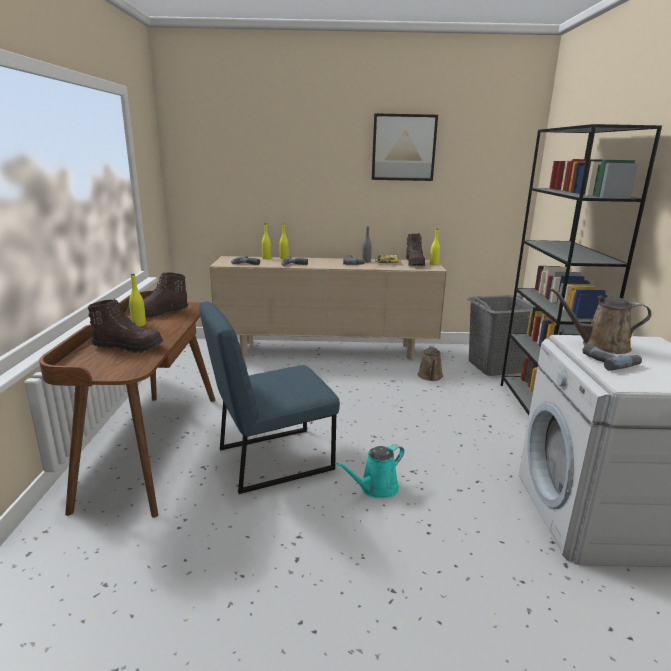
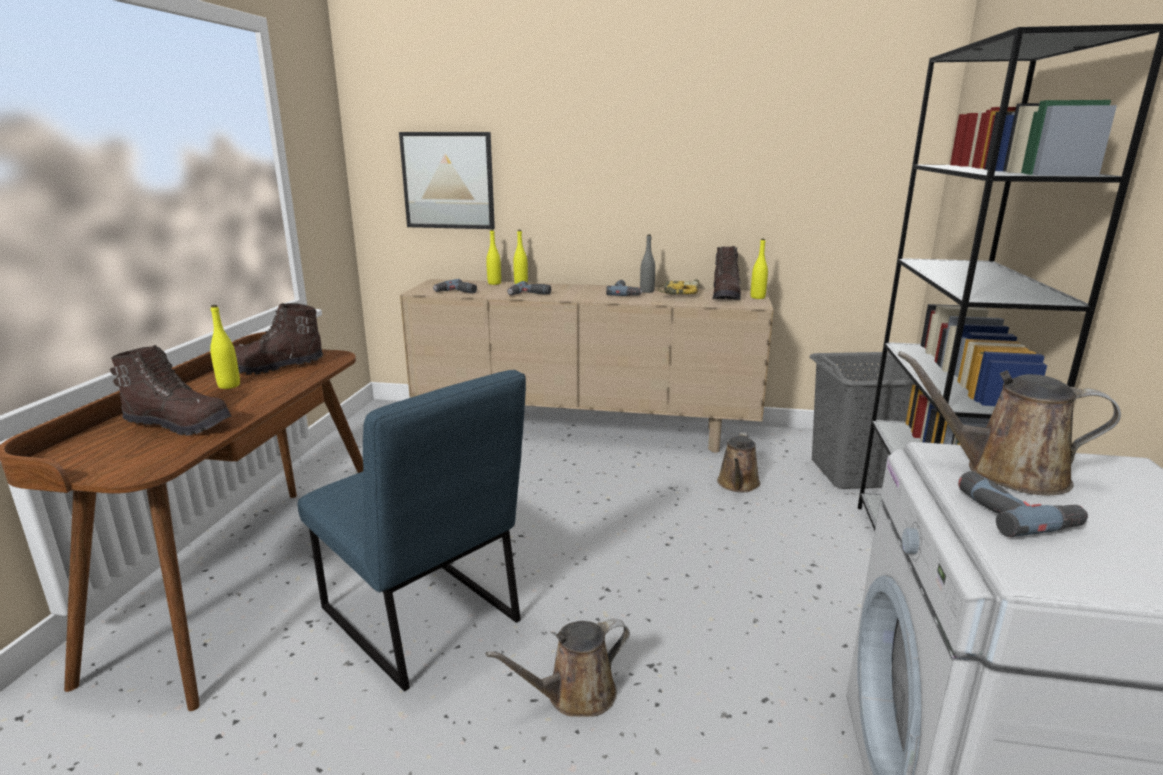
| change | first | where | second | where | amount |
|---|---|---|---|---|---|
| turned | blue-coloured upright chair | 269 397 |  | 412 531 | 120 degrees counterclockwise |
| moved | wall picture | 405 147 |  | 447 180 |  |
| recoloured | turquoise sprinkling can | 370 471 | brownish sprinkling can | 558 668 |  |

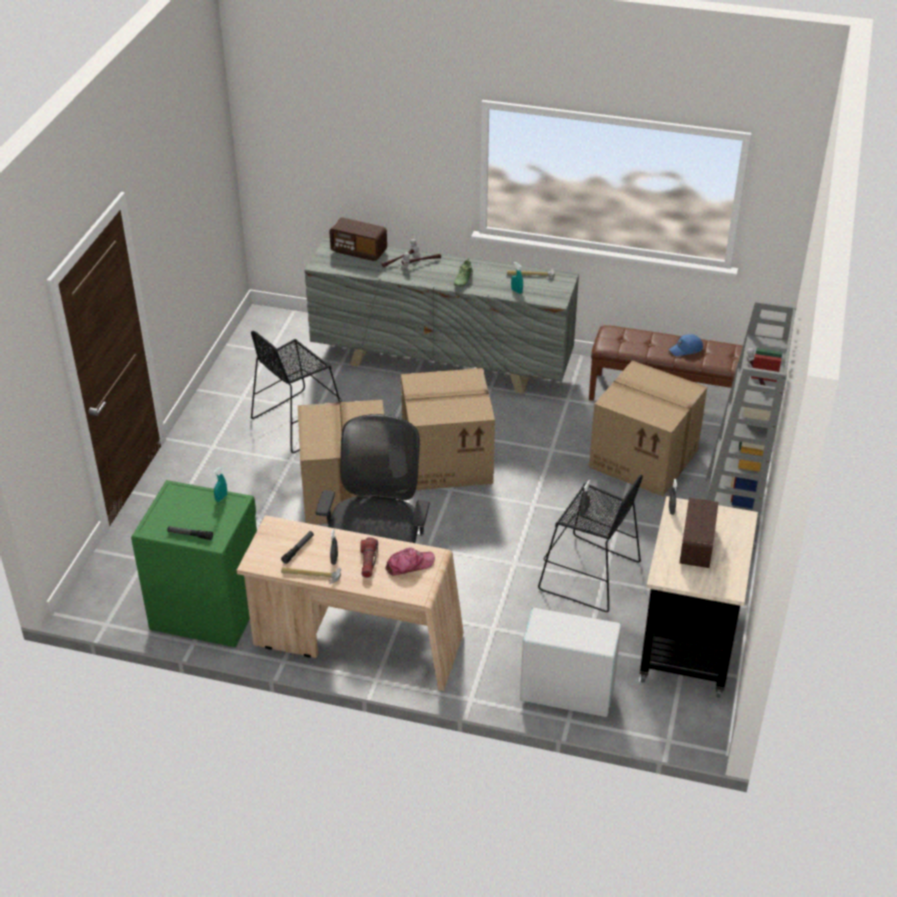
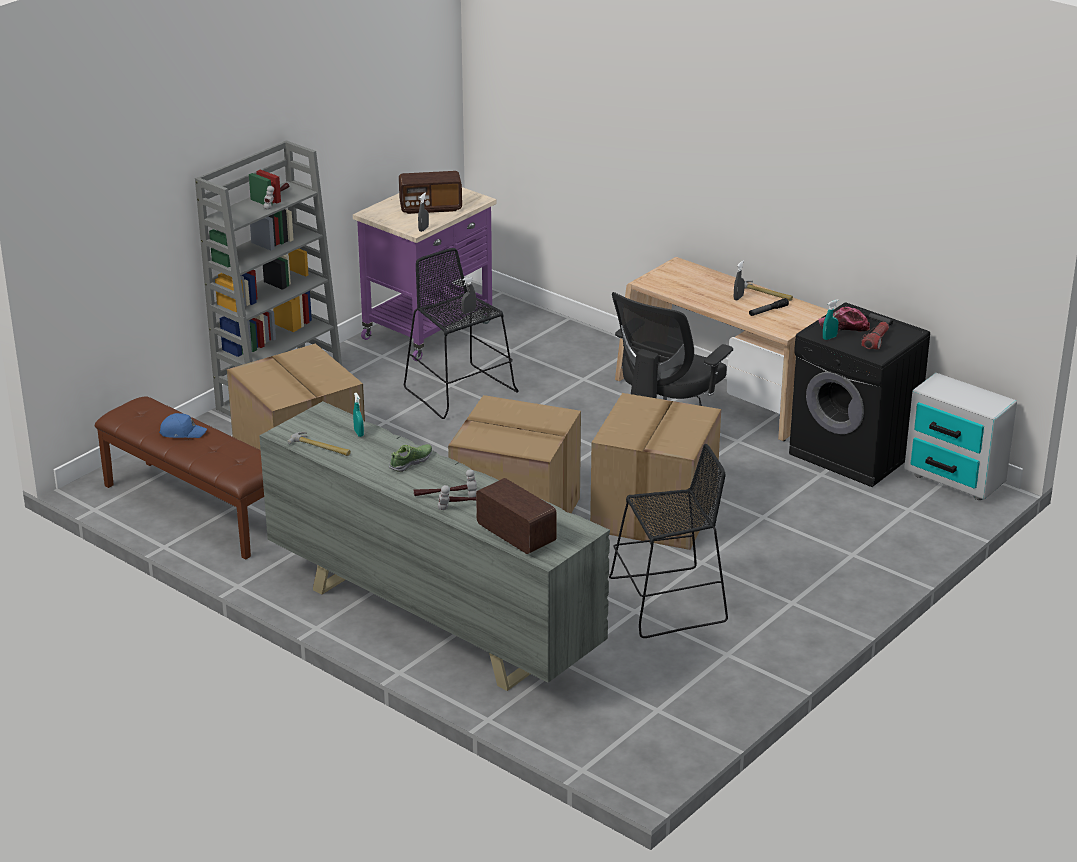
| change | first | where | second | where | amount |
|---|---|---|---|---|---|
| recoloured | black-coloured trolley | 698 597 | purple-coloured trolley | 425 274 |  |
| turned | radio set | 699 533 |  | 430 192 | 135 degrees counterclockwise |
| recoloured | green-coloured washing machine | 194 563 | black-coloured washing machine | 859 394 |  |
| moved | baseball cap | 410 562 |  | 844 319 |  |
| moved | torch | 369 557 |  | 875 336 |  |
| moved | white-coloured nightstand | 570 662 |  | 960 436 |  |

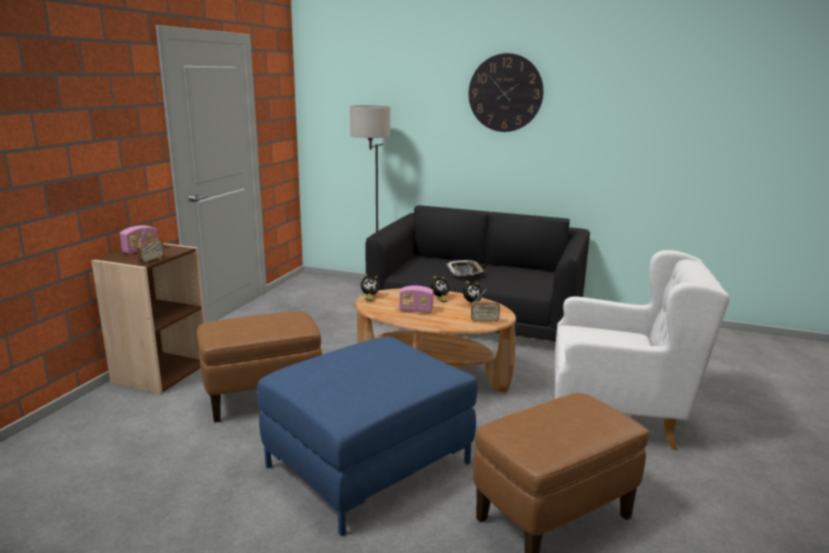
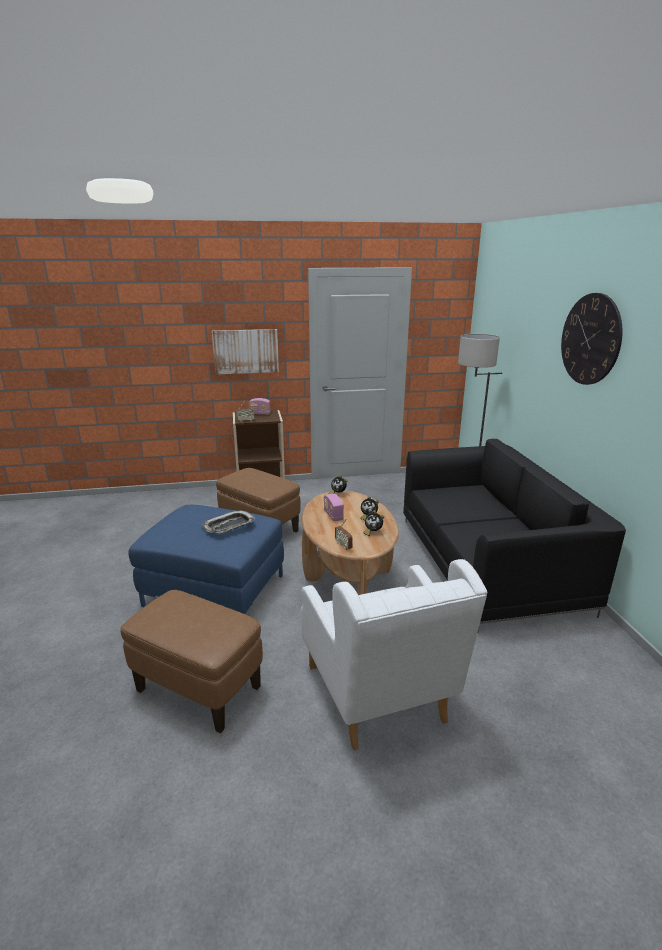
| change | first | where | second | where | amount |
|---|---|---|---|---|---|
| moved | tray | 465 268 |  | 228 521 |  |
| added |  |  | wall picture | 245 351 |  |

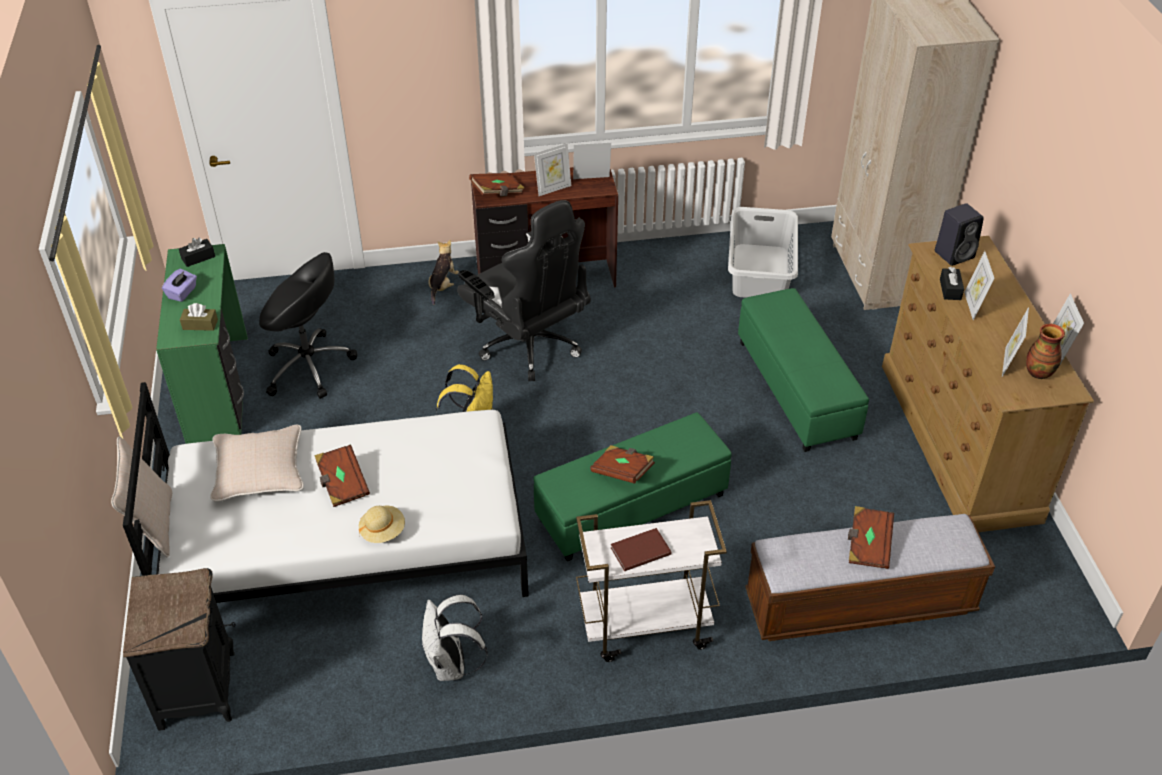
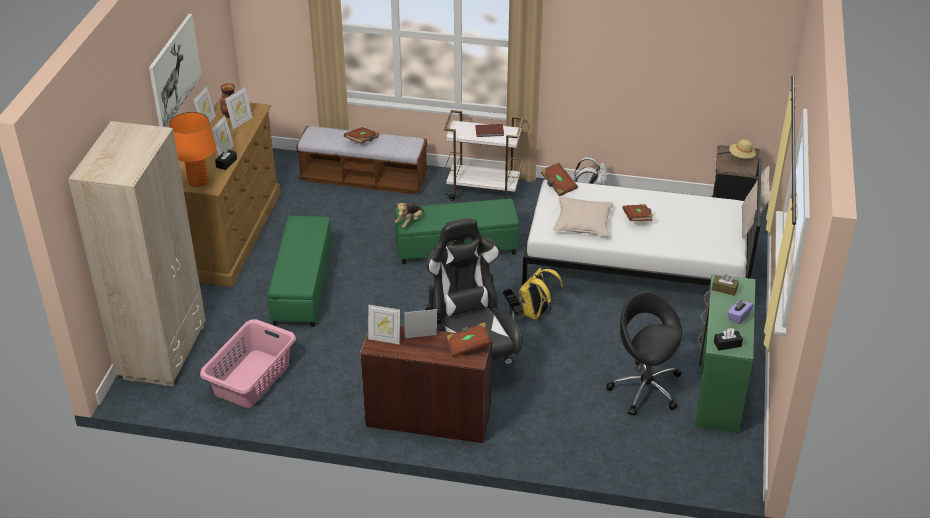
| change | first | where | second | where | amount |
|---|---|---|---|---|---|
| added |  |  | wall picture | 175 70 |  |
| replaced | black-coloured loudspeaker | 959 234 | orangey table lamp | 192 149 |  |
| recoloured | grey laundry basket | 763 252 | pink laundry basket | 248 363 |  |
| moved | plush toy | 443 272 |  | 409 215 |  |
| moved | brownish volume | 622 464 |  | 559 179 |  |
| moved | beige-coloured pillow | 257 463 |  | 583 217 |  |
| moved | beige-coloured clothing hat | 382 524 |  | 742 149 |  |

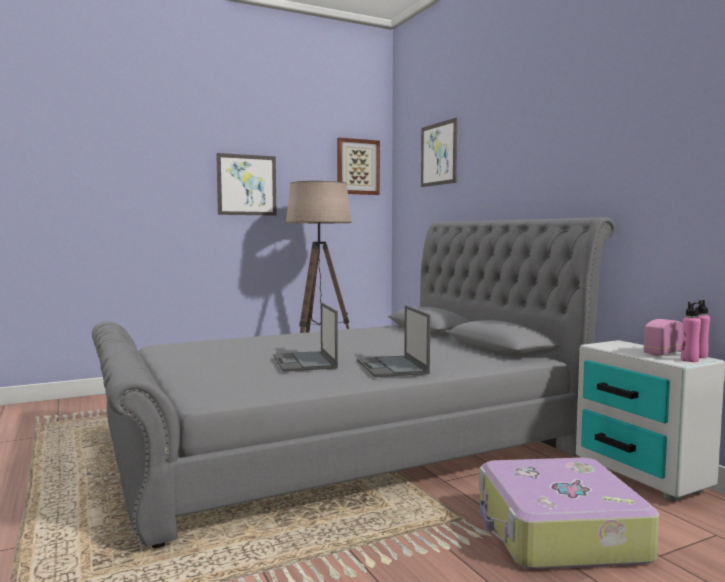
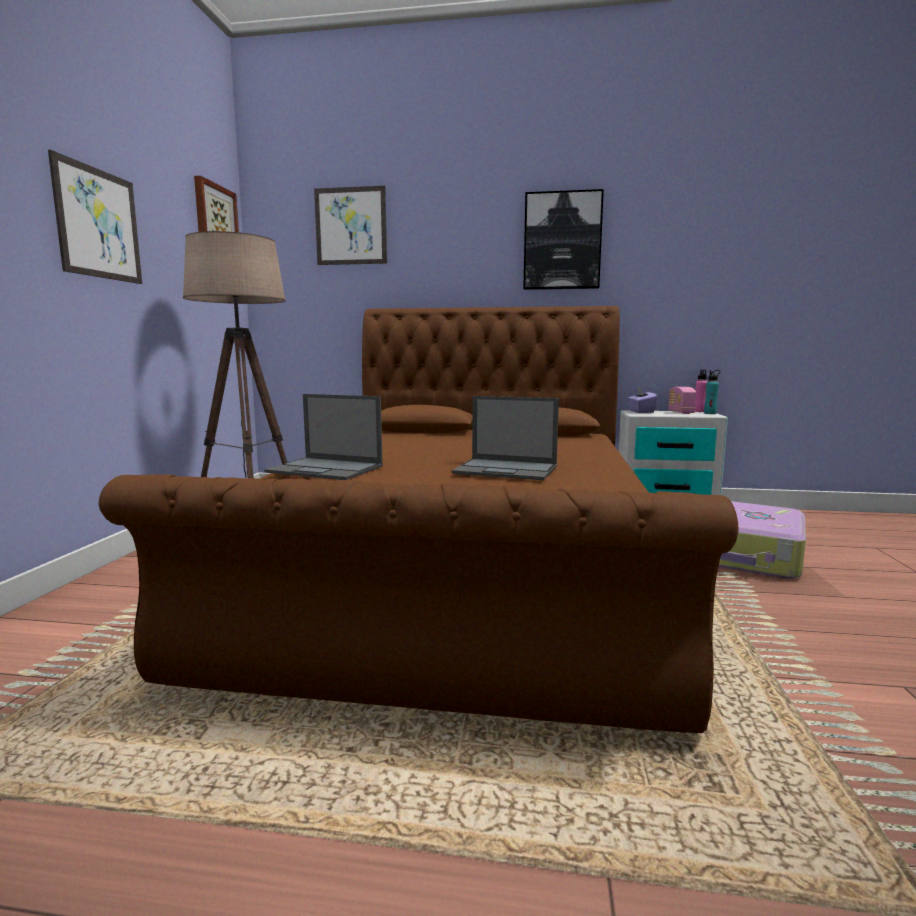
| change | first | where | second | where | amount |
|---|---|---|---|---|---|
| recoloured | grey bed | 353 382 | brownish bed | 419 519 |  |
| moved | portable computer | 393 341 |  | 323 437 |  |
| added |  |  | wall picture | 563 239 |  |
| added |  |  | purple-coloured tissue box | 642 400 |  |
| recoloured | pink drink bottle | 691 332 | turquoise drink bottle | 712 392 |  |

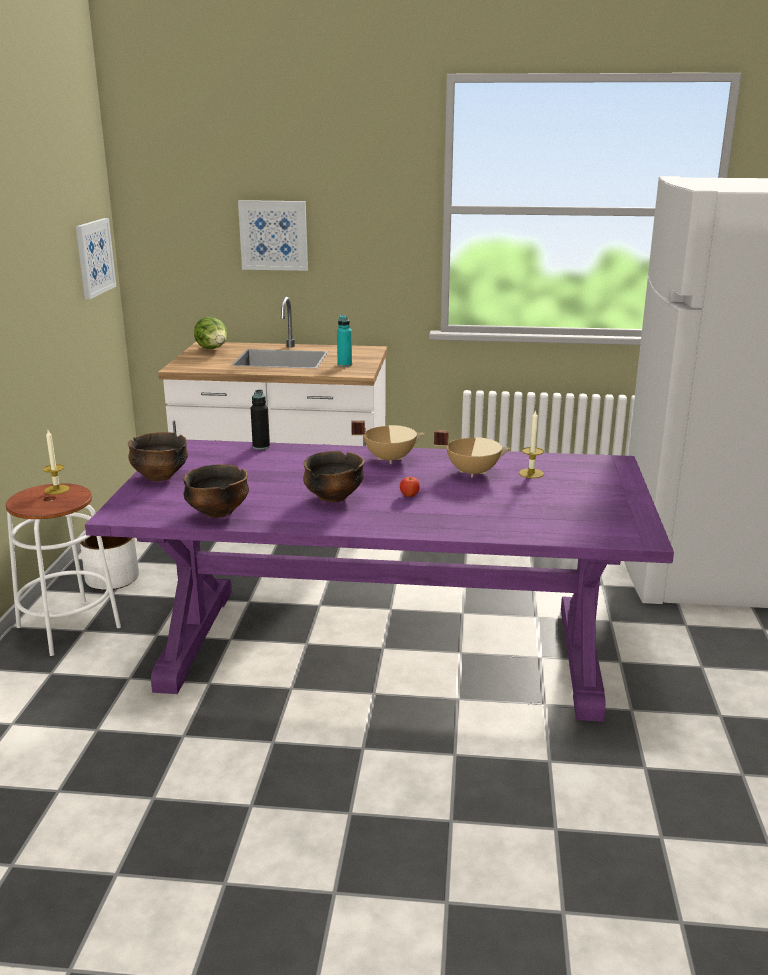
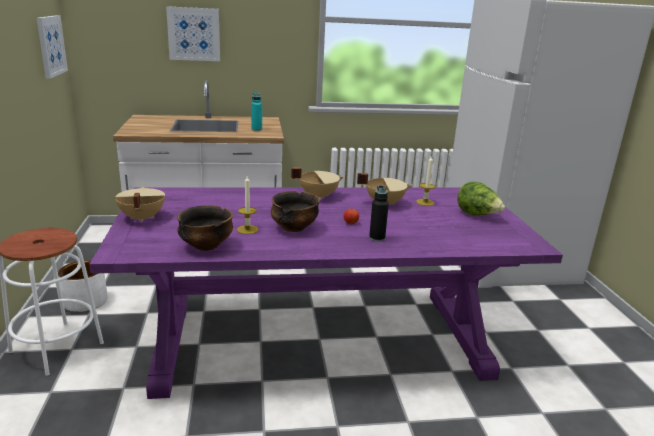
| change | first | where | second | where | amount |
|---|---|---|---|---|---|
| replaced | serving bowl | 158 457 | beige-coloured saucepot | 140 204 |  |
| moved | wax light | 56 462 |  | 247 205 |  |
| moved | black-coloured drink bottle | 260 420 |  | 379 213 |  |
| moved | lettuce | 211 333 |  | 481 198 |  |

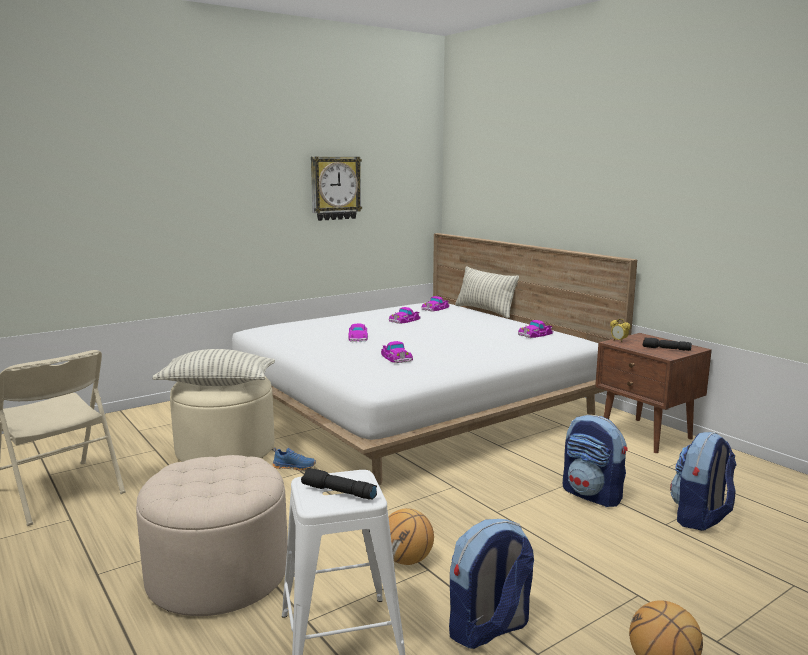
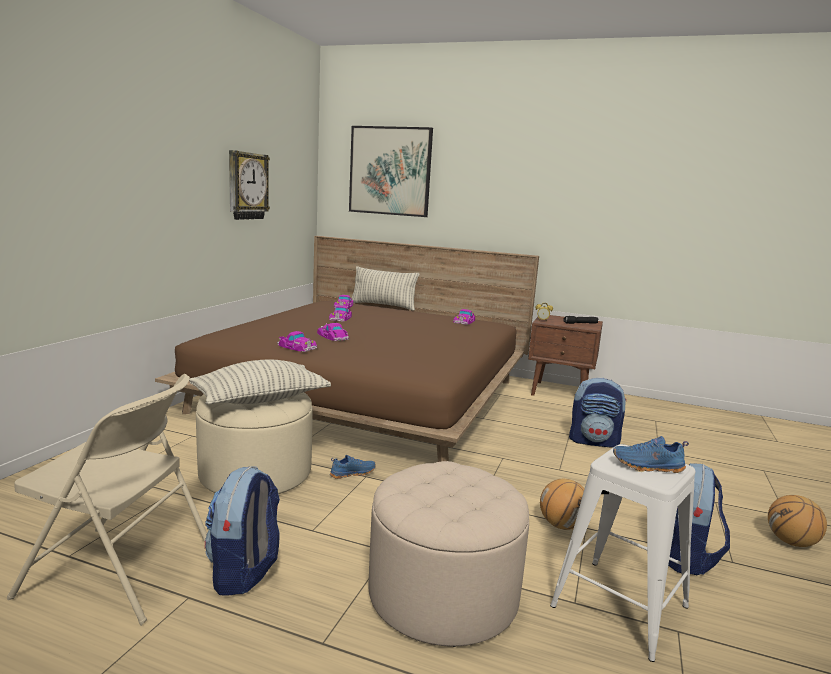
| change | first | where | second | where | amount |
|---|---|---|---|---|---|
| recoloured | white-coloured bed | 434 359 | brownish bed | 347 349 |  |
| moved | rucksack | 703 481 |  | 242 530 |  |
| moved | miniature car | 397 352 |  | 297 341 |  |
| added |  |  | wall picture | 391 171 |  |
| replaced | black-coloured torch | 339 484 | blue-coloured low shoe | 651 454 |  |

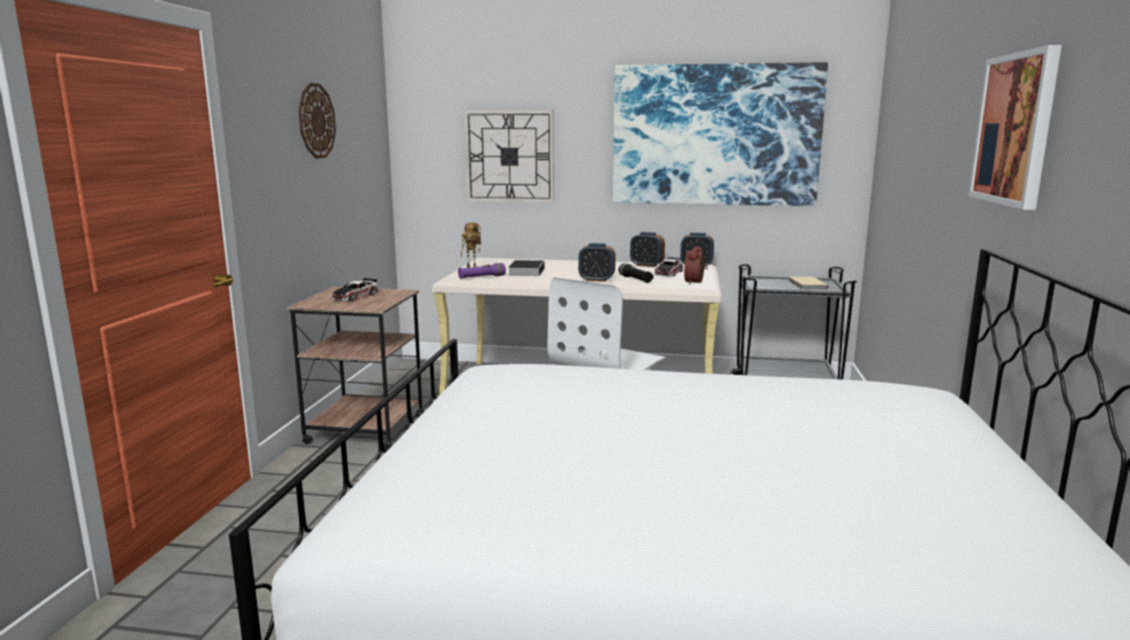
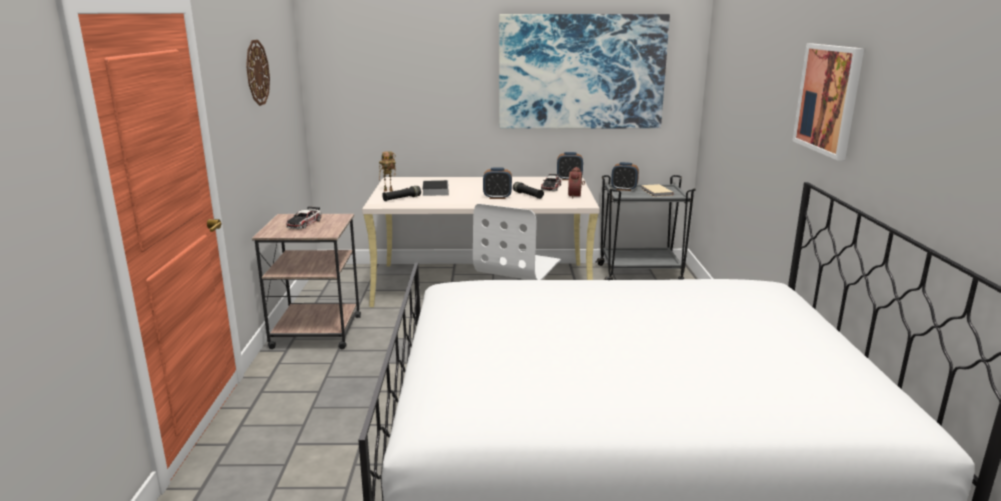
| change | first | where | second | where | amount |
|---|---|---|---|---|---|
| recoloured | purple-coloured torch | 482 271 | black-coloured torch | 401 193 |  |
| moved | bedside clock | 647 249 |  | 625 176 |  |
| removed | clock on the wall | 509 156 |  |  |  |

